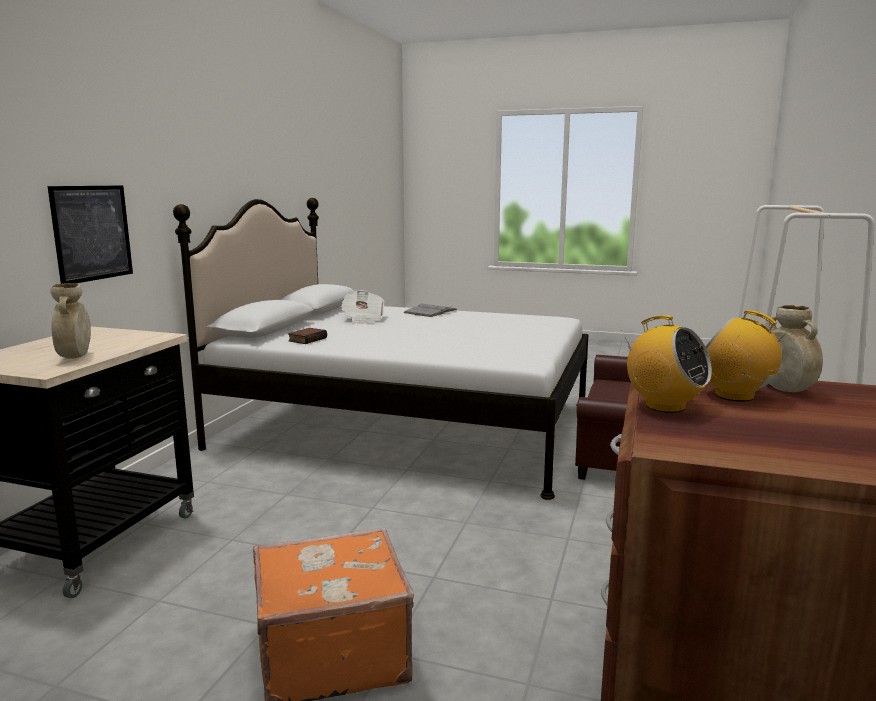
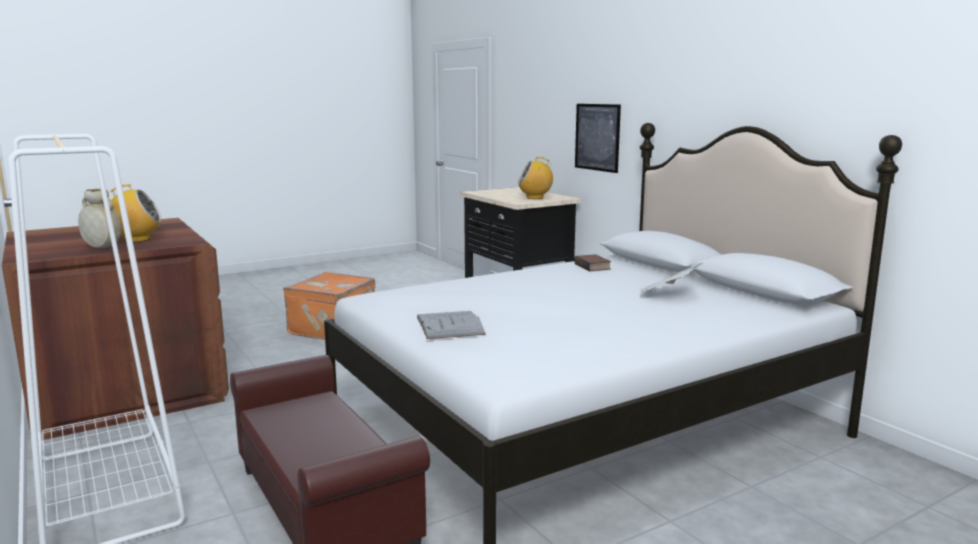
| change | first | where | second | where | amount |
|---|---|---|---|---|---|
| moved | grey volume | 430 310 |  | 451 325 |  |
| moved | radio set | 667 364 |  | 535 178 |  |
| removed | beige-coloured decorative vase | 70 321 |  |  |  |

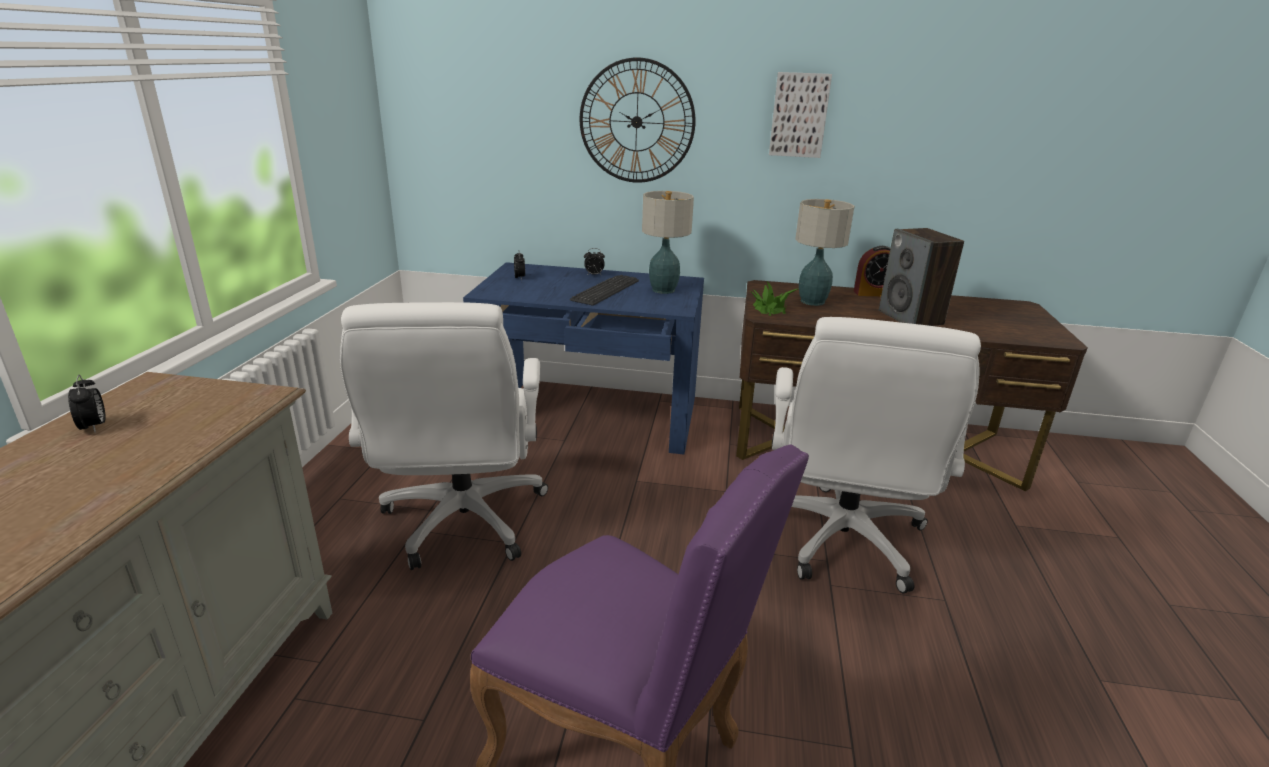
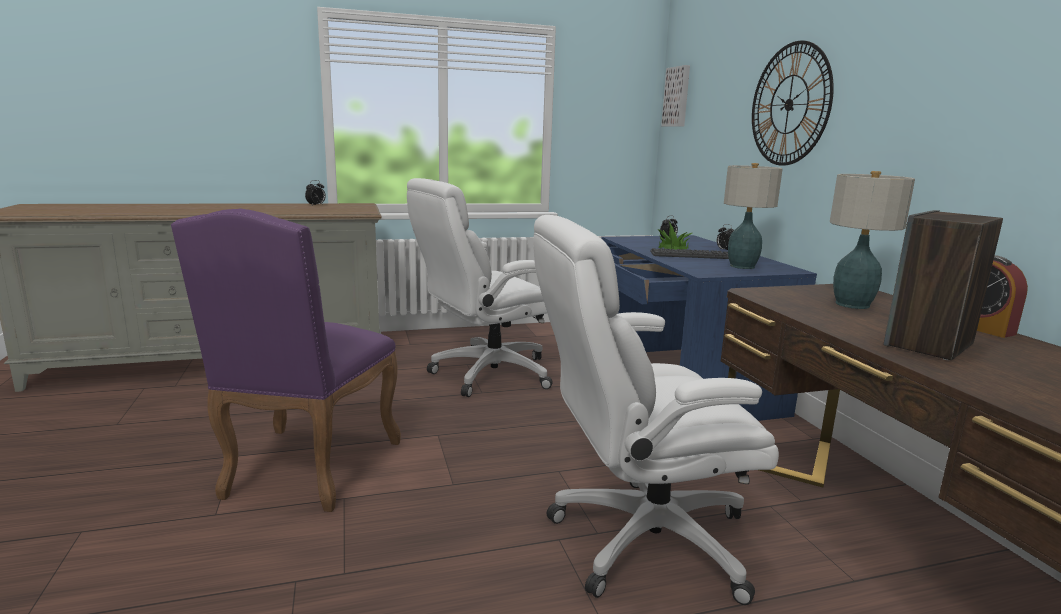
| change | first | where | second | where | amount |
|---|---|---|---|---|---|
| moved | potted plant | 774 298 |  | 674 236 |  |
| moved | wall picture | 800 115 |  | 675 96 |  |

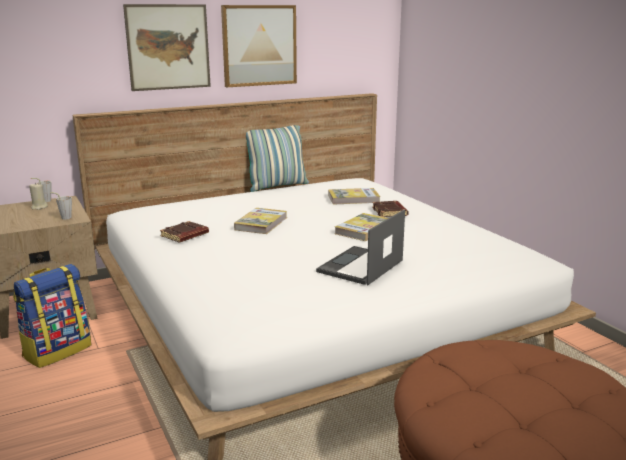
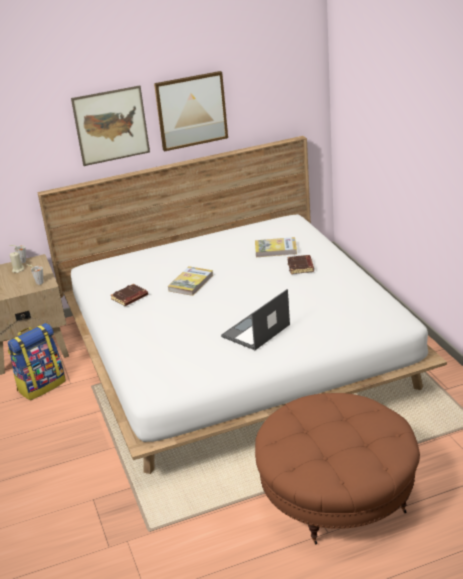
| change | first | where | second | where | amount |
|---|---|---|---|---|---|
| removed | pillow | 277 158 |  |  |  |
| removed | volume | 361 227 |  |  |  |

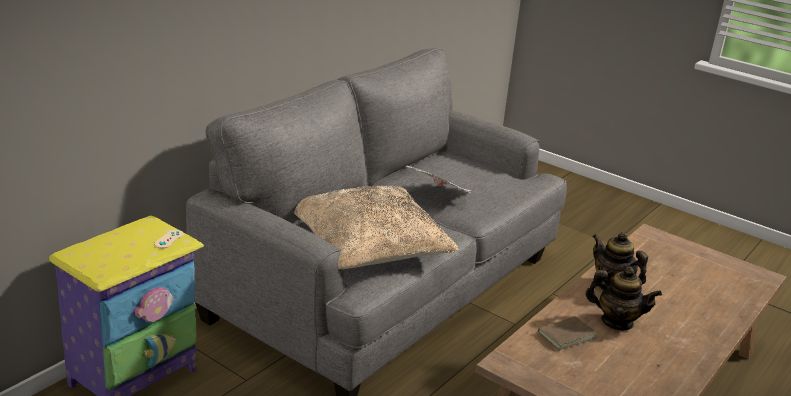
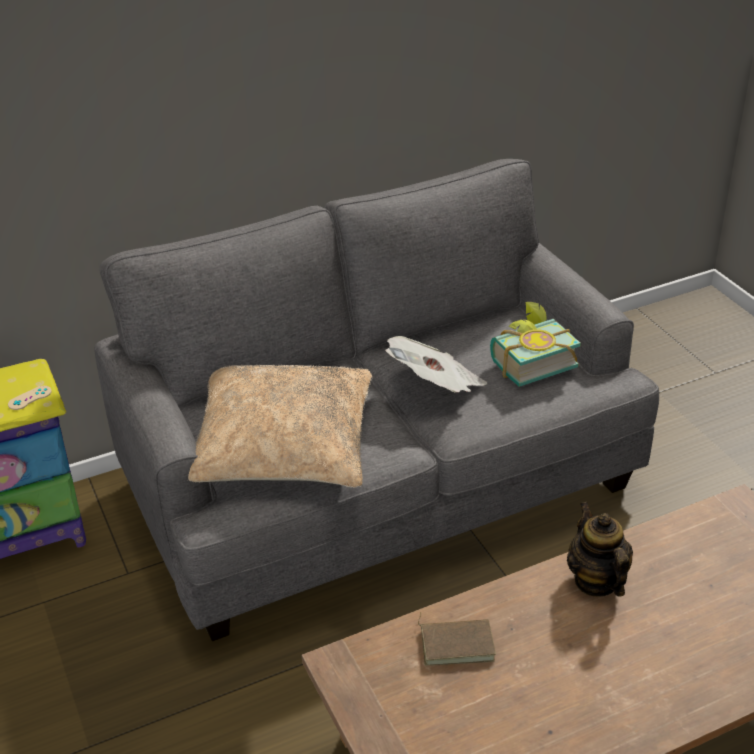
| change | first | where | second | where | amount |
|---|---|---|---|---|---|
| added |  |  | volume | 535 344 |  |
| removed | pot for tea | 623 298 |  |  |  |

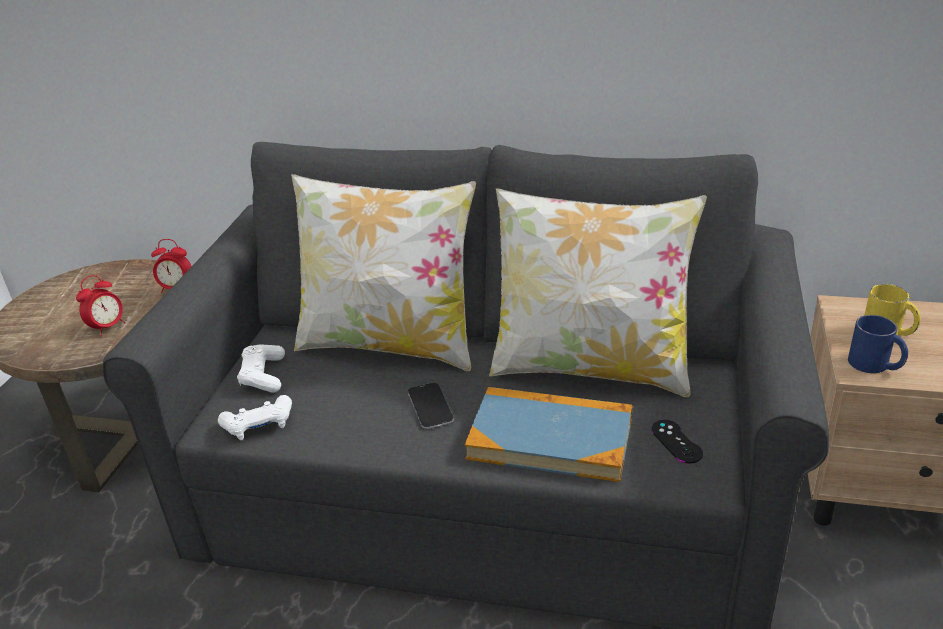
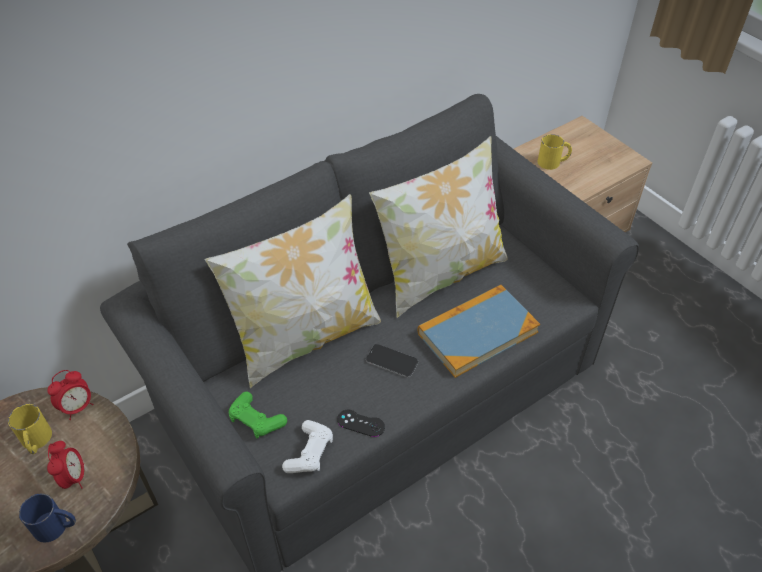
| change | first | where | second | where | amount |
|---|---|---|---|---|---|
| added |  |  | yellowish mug | 30 429 |  |
| moved | blue-coloured mug | 878 344 |  | 47 518 |  |
| recoloured | white-coloured gamepad | 261 369 | green-coloured gamepad | 258 415 |  |
| moved | black-coloured gamepad | 677 441 |  | 361 423 |  |

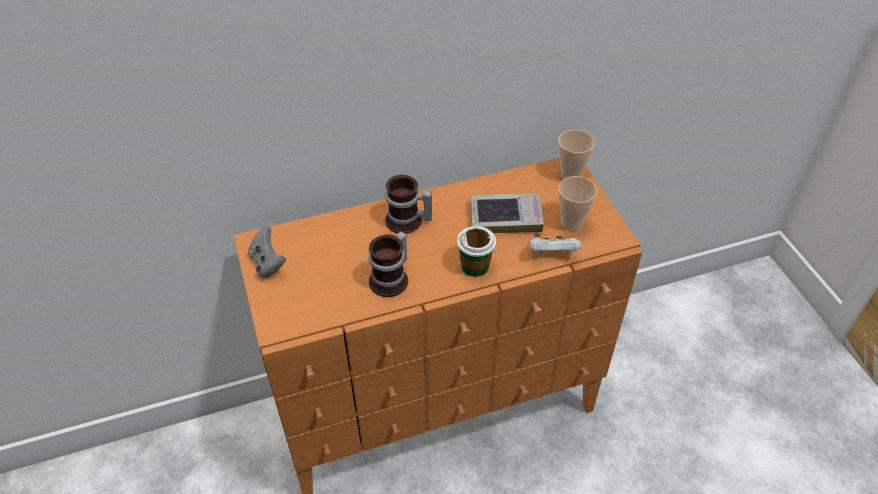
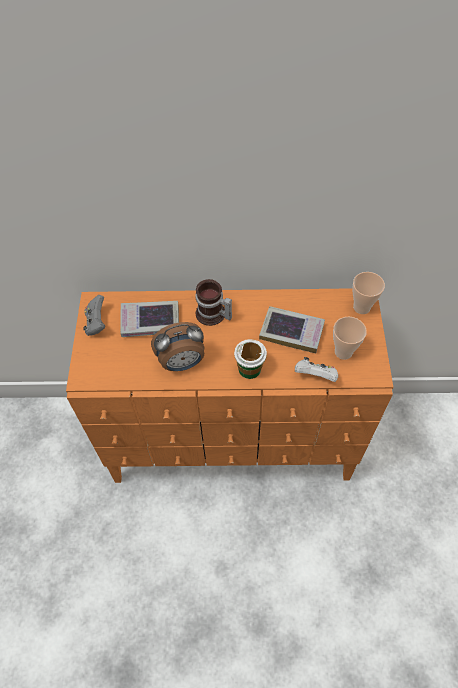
| change | first | where | second | where | amount |
|---|---|---|---|---|---|
| added |  |  | volume | 149 319 |  |
| replaced | mug | 388 264 | bedside clock | 177 346 |  |

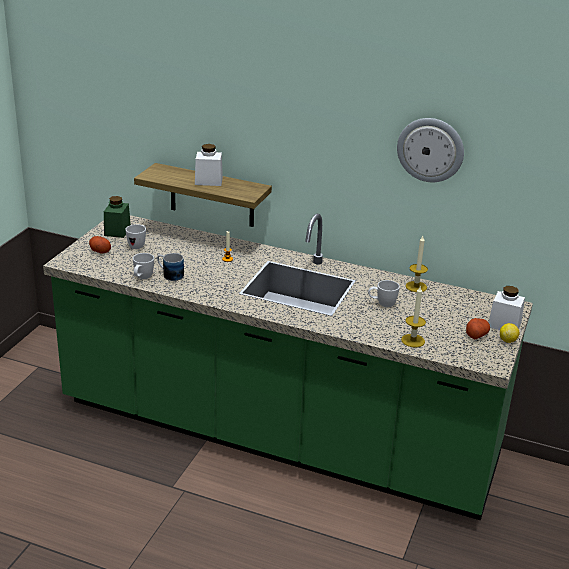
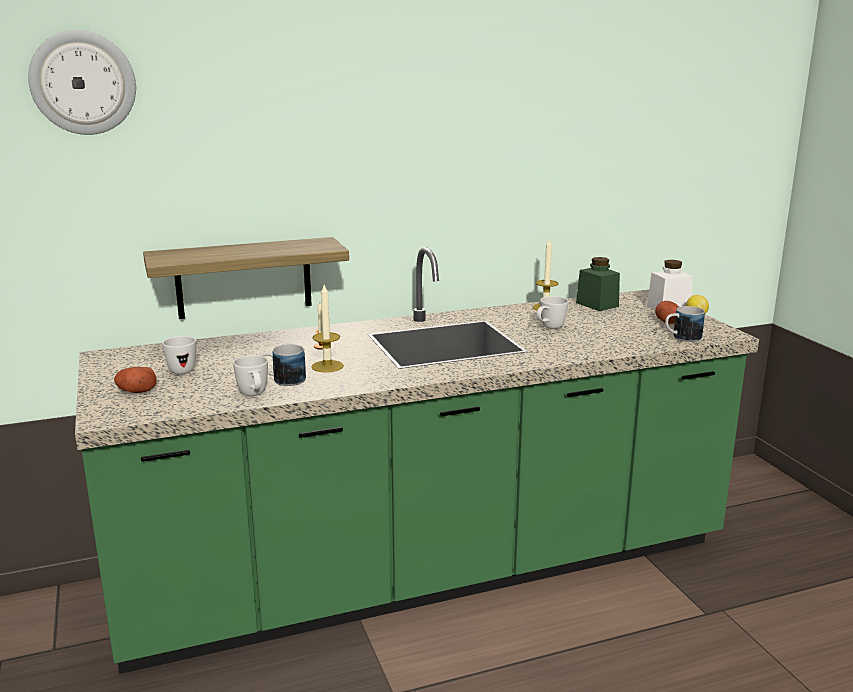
| change | first | where | second | where | amount |
|---|---|---|---|---|---|
| moved | clock on the wall | 430 150 |  | 82 82 |  |
| moved | wax light | 413 317 |  | 327 329 |  |
| moved | green-coloured jar | 117 217 |  | 598 284 |  |
| added |  |  | mug | 685 324 |  |
| removed | white-coloured jar | 209 165 |  |  |  |

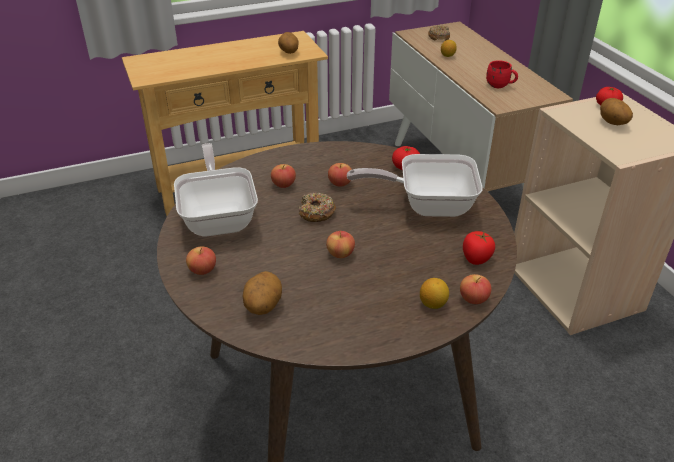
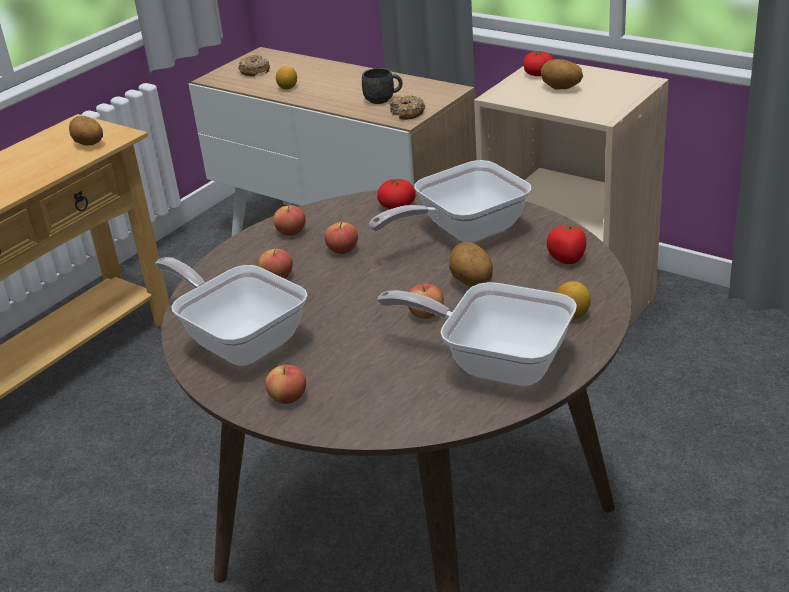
| change | first | where | second | where | amount |
|---|---|---|---|---|---|
| moved | apple fruit | 476 289 |  | 289 220 |  |
| recoloured | reddish mug | 502 74 | grey mug | 382 86 |  |
| added |  |  | skillet | 477 334 |  |
| moved | ring doughnut | 317 207 |  | 407 107 |  |
| moved | potato | 262 293 |  | 471 264 |  |

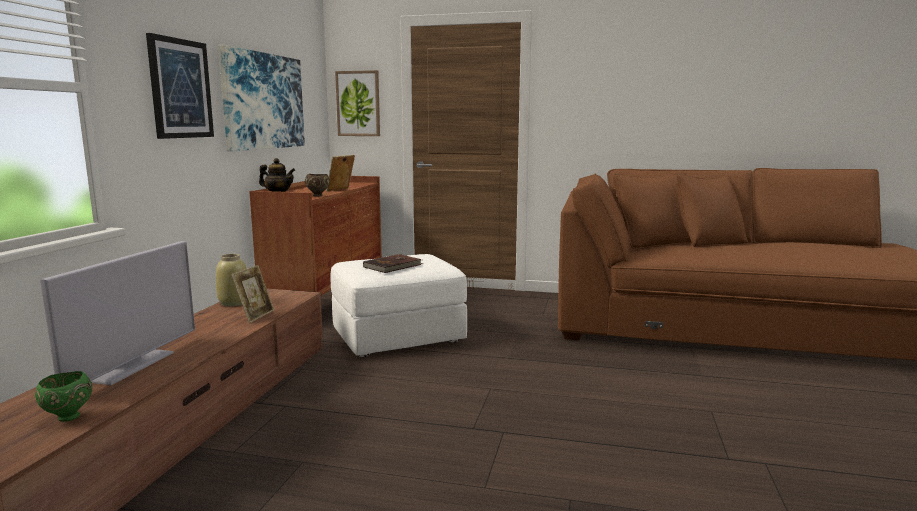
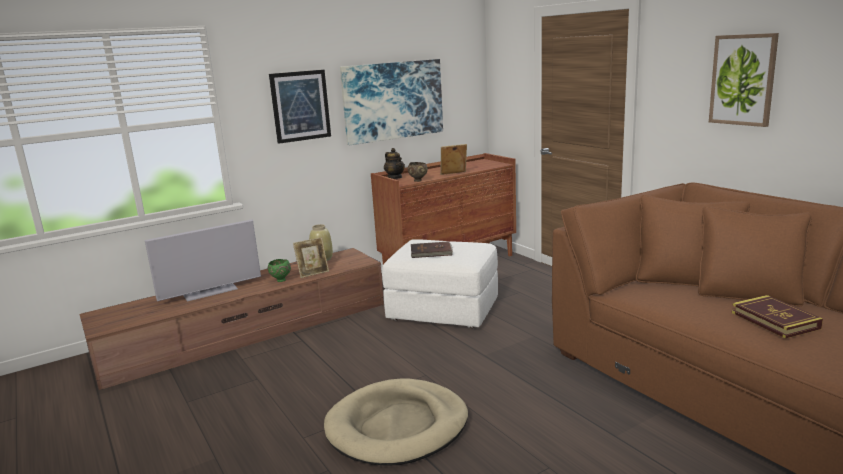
| change | first | where | second | where | amount |
|---|---|---|---|---|---|
| moved | green-coloured serving bowl | 63 396 |  | 279 270 |  |
| added |  |  | beige-coloured pet bed | 396 422 |  |
| moved | wall picture | 357 103 |  | 744 80 |  |
| added |  |  | volume | 777 317 |  |

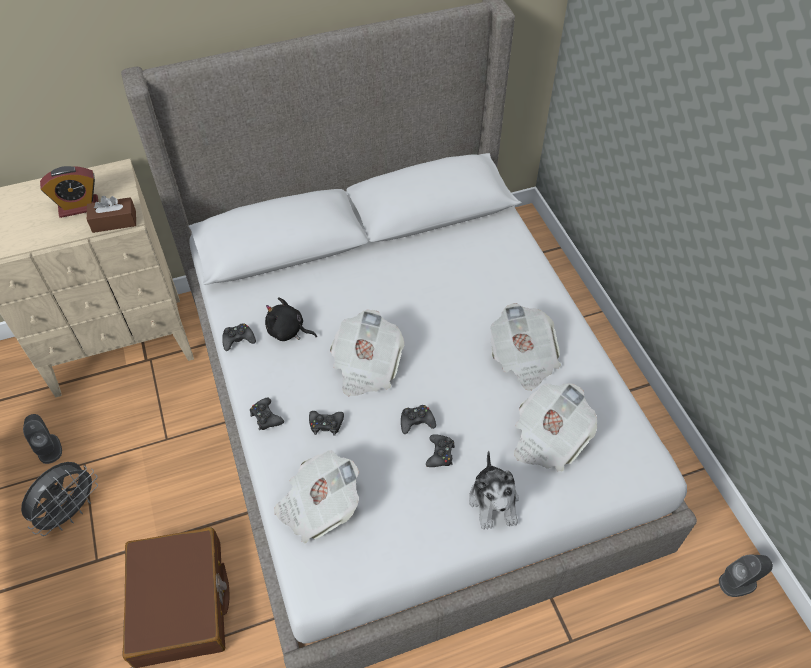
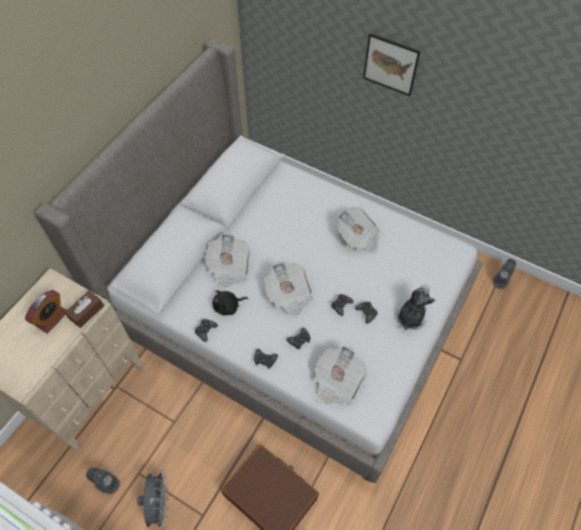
| change | first | where | second | where | amount |
|---|---|---|---|---|---|
| moved | newspaper | 555 427 |  | 228 261 |  |
| added |  |  | wall picture | 391 64 |  |
| turned | plush toy | 494 490 |  | 415 307 | 105 degrees counterclockwise |

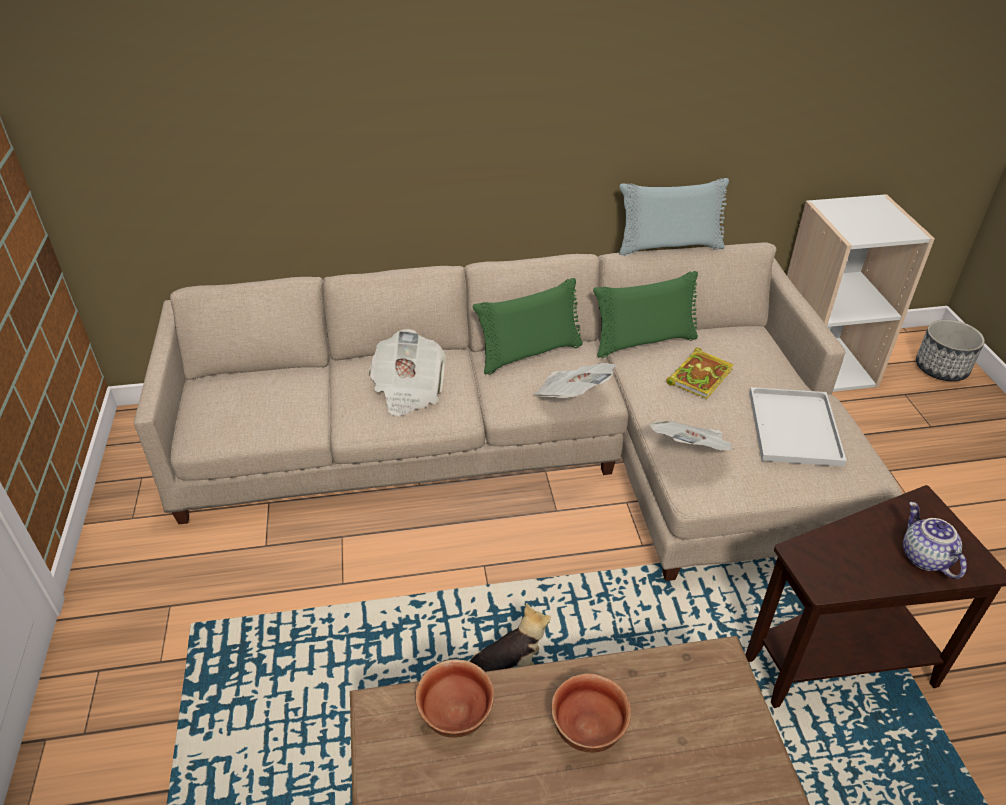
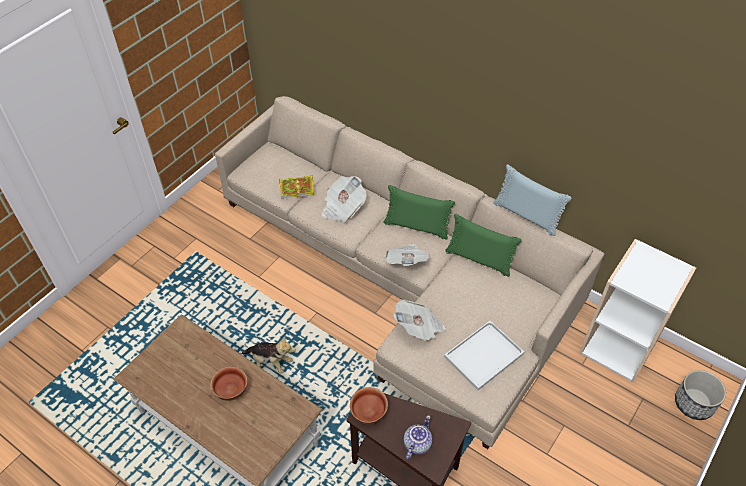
| change | first | where | second | where | amount |
|---|---|---|---|---|---|
| moved | volume | 700 373 |  | 297 187 |  |
| moved | serving bowl | 454 698 |  | 369 405 |  |

